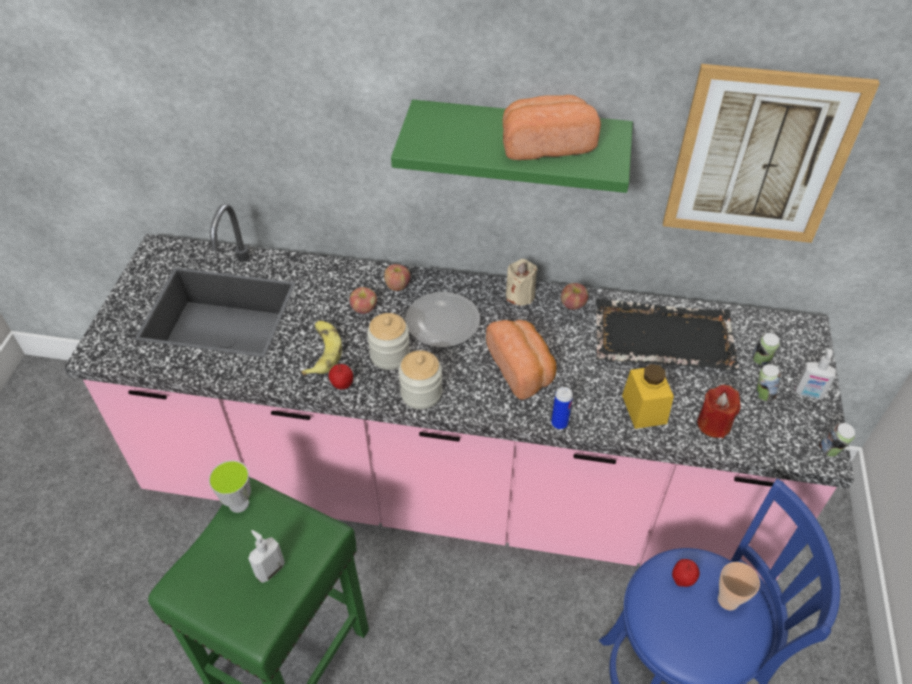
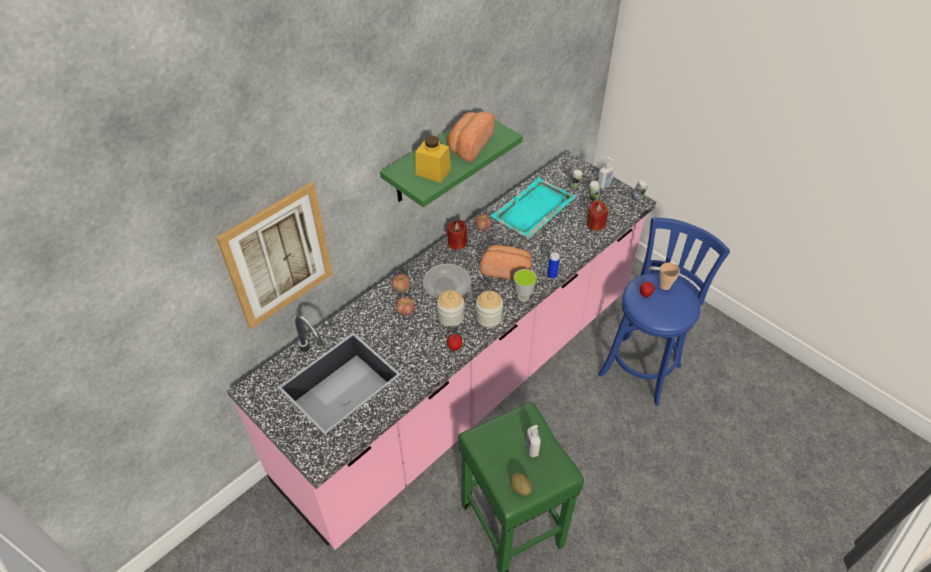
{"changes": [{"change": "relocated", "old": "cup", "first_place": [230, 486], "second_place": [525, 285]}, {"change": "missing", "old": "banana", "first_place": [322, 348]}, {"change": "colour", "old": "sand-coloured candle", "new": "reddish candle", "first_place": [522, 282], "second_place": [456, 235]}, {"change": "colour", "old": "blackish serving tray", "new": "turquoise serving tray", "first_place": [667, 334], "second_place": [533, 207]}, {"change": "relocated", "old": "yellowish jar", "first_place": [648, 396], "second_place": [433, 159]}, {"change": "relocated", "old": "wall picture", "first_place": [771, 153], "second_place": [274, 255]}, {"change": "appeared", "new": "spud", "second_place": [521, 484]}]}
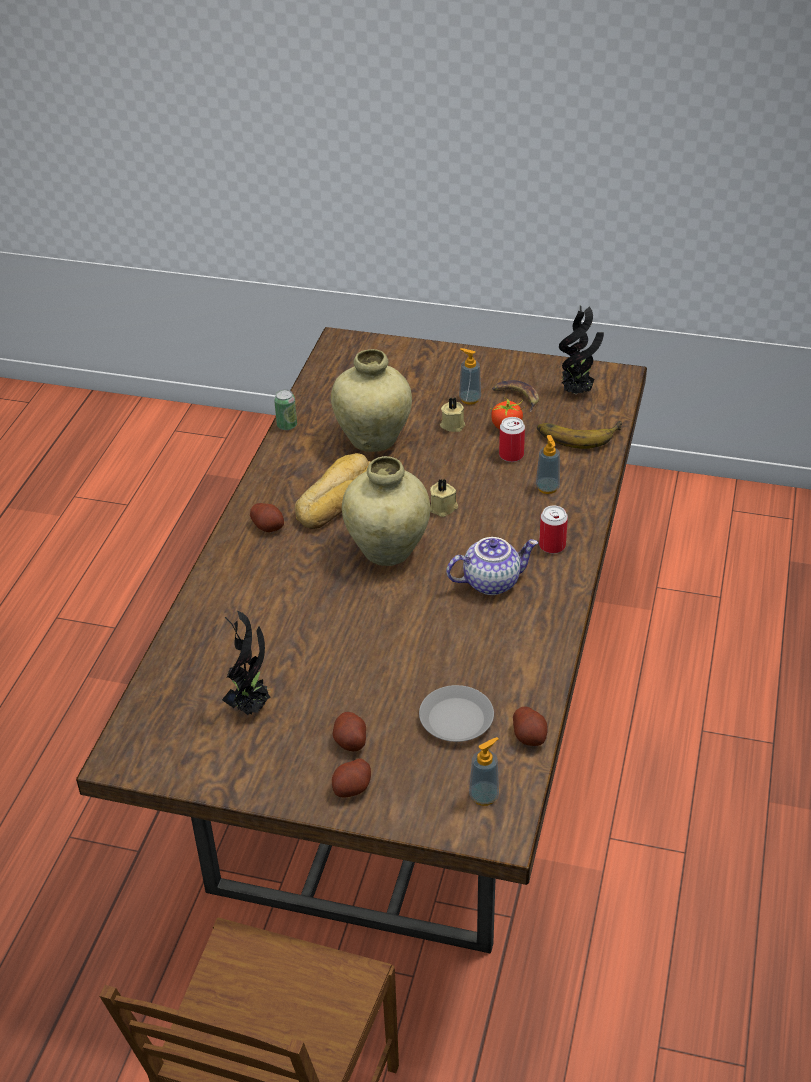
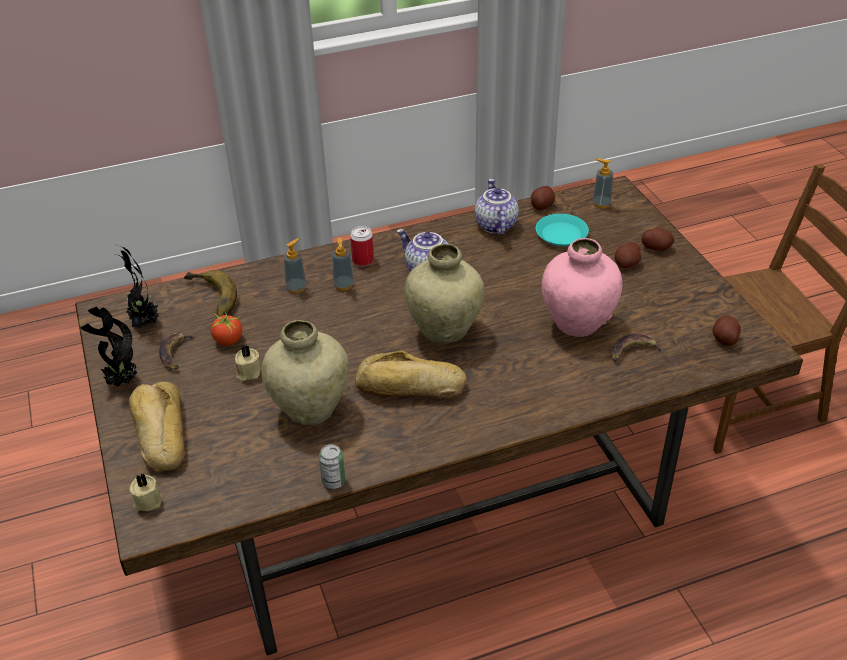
{"changes": [{"change": "relocated", "old": "potted plant", "first_place": [246, 663], "second_place": [109, 347]}, {"change": "relocated", "old": "spud", "first_place": [267, 517], "second_place": [727, 330]}, {"change": "colour", "old": "gray dinner plate", "new": "turquoise dinner plate", "first_place": [456, 713], "second_place": [562, 230]}, {"change": "relocated", "old": "sand-coloured candle", "first_place": [444, 498], "second_place": [146, 492]}, {"change": "relocated", "old": "soap dispenser", "first_place": [470, 376], "second_place": [343, 264]}, {"change": "missing", "old": "sealed can", "first_place": [512, 439]}, {"change": "appeared", "new": "bakery bread", "second_place": [157, 426]}, {"change": "appeared", "new": "tea pot", "second_place": [496, 207]}, {"change": "appeared", "new": "pink-coloured vase", "second_place": [582, 287]}, {"change": "appeared", "new": "banana", "second_place": [638, 347]}]}
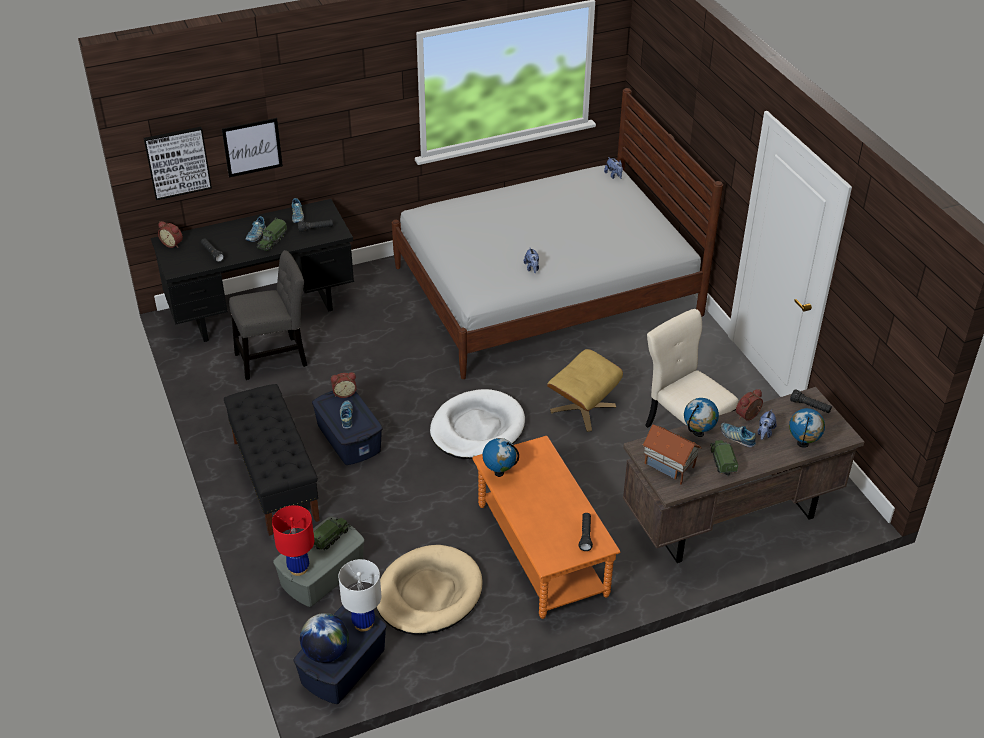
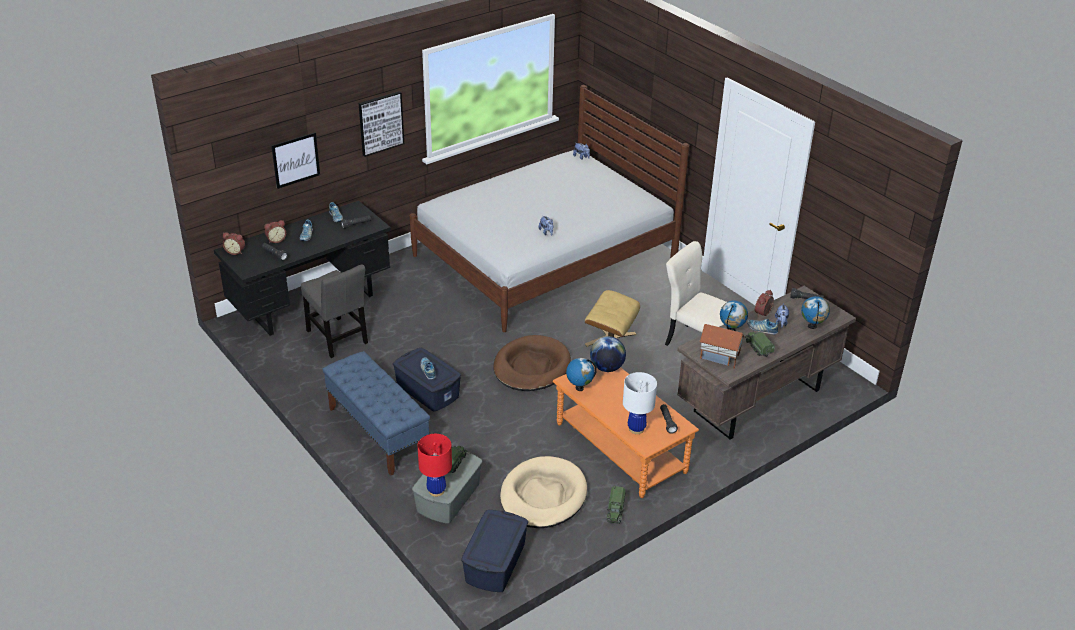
{"changes": [{"change": "relocated", "old": "wall picture", "first_place": [178, 163], "second_place": [381, 124]}, {"change": "colour", "old": "blackish bench", "new": "bluish bench", "first_place": [272, 460], "second_place": [376, 413]}, {"change": "spun", "old": "gray upright chair", "first_place": [268, 315], "second_place": [334, 311], "degrees": 90}, {"change": "relocated", "old": "toy lorry", "first_place": [272, 234], "second_place": [616, 504]}, {"change": "relocated", "old": "globe", "first_place": [324, 638], "second_place": [608, 354]}, {"change": "relocated", "old": "table clock", "first_place": [344, 385], "second_place": [275, 231]}, {"change": "relocated", "old": "white-coloured lamp for a table", "first_place": [359, 595], "second_place": [640, 403]}, {"change": "colour", "old": "white-coloured pet bed", "new": "brownish pet bed", "first_place": [477, 424], "second_place": [532, 363]}]}
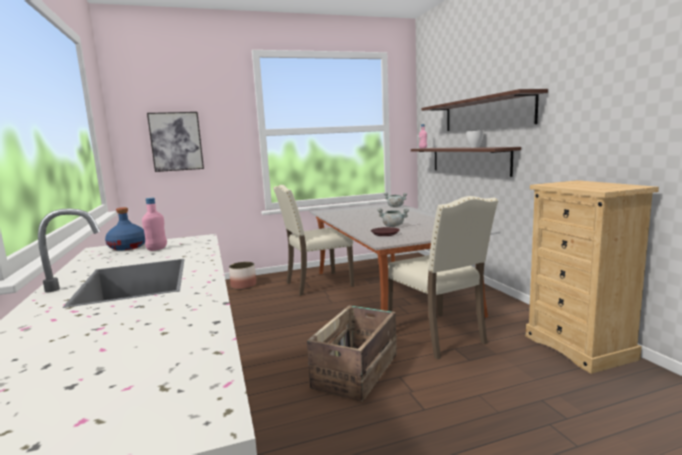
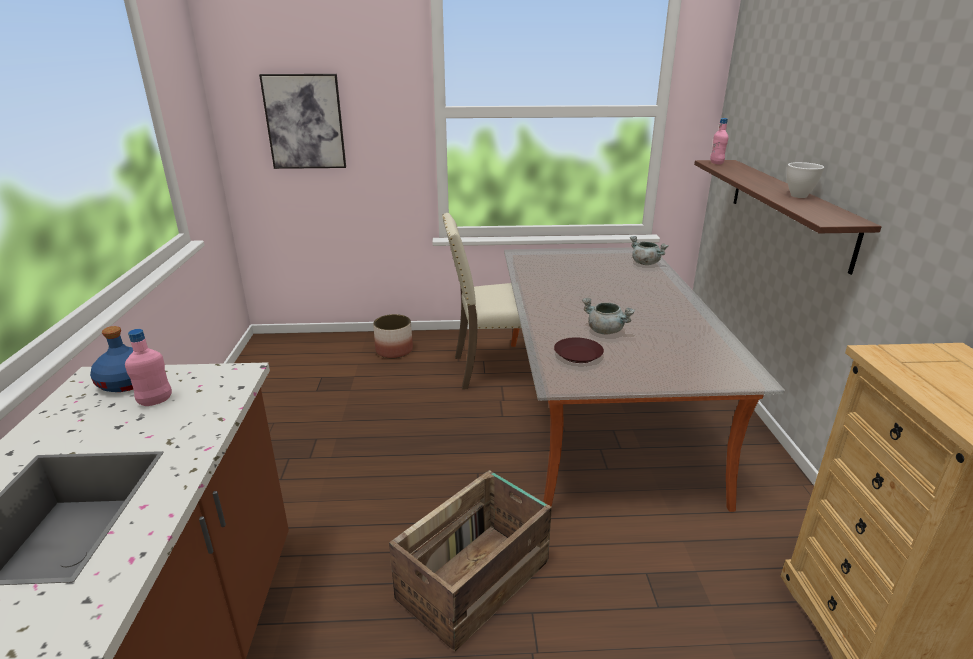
{"changes": [{"change": "missing", "old": "sand-coloured upright chair", "first_place": [443, 278]}, {"change": "missing", "old": "wall shelf", "first_place": [485, 110]}]}
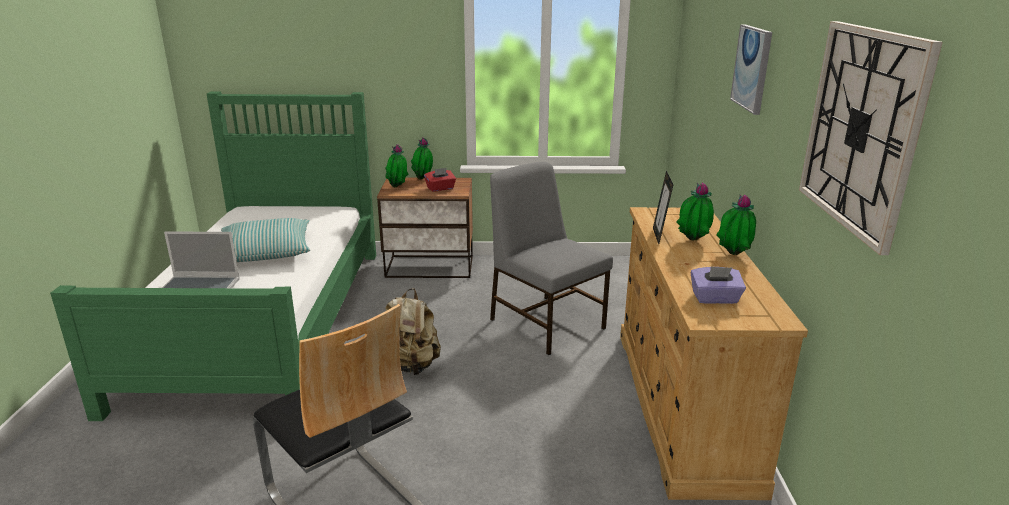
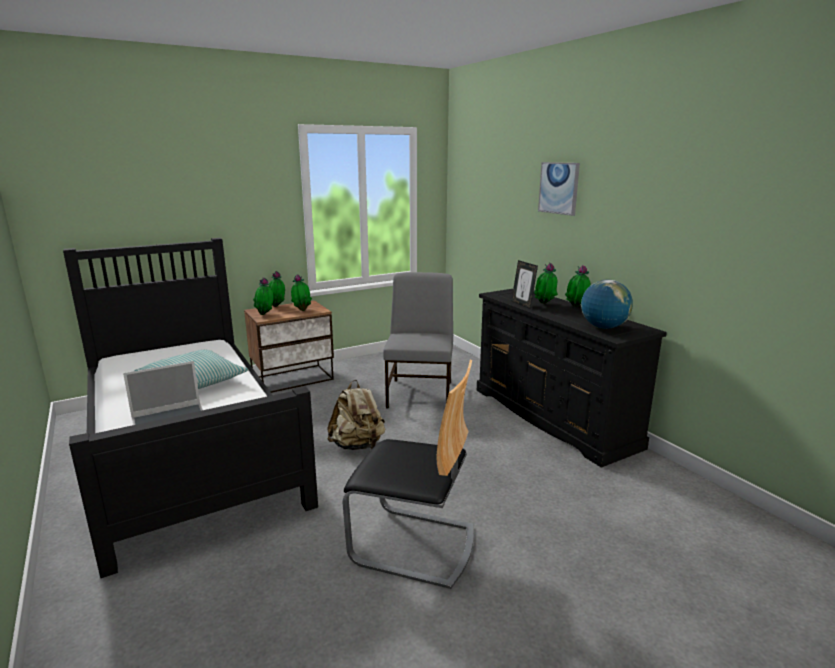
{"changes": [{"change": "colour", "old": "green bedroom bed", "new": "blackish bedroom bed", "first_place": [213, 256], "second_place": [190, 408]}, {"change": "exchanged", "old": "reddish tissue box", "new": "potted plant", "first_place": [440, 180], "second_place": [301, 292]}, {"change": "spun", "old": "gray upright chair", "first_place": [551, 258], "second_place": [418, 340], "degrees": 75}, {"change": "colour", "old": "sand-coloured dresser", "new": "blackish dresser", "first_place": [714, 353], "second_place": [572, 378]}, {"change": "exchanged", "old": "purple tissue box", "new": "globe", "first_place": [718, 285], "second_place": [607, 304]}, {"change": "missing", "old": "hanging clock", "first_place": [871, 138]}]}
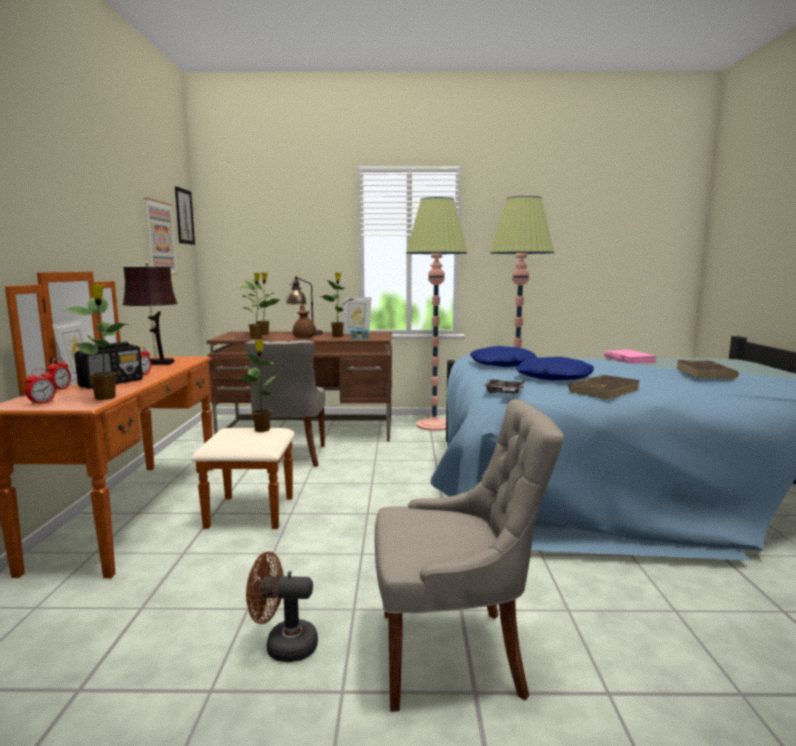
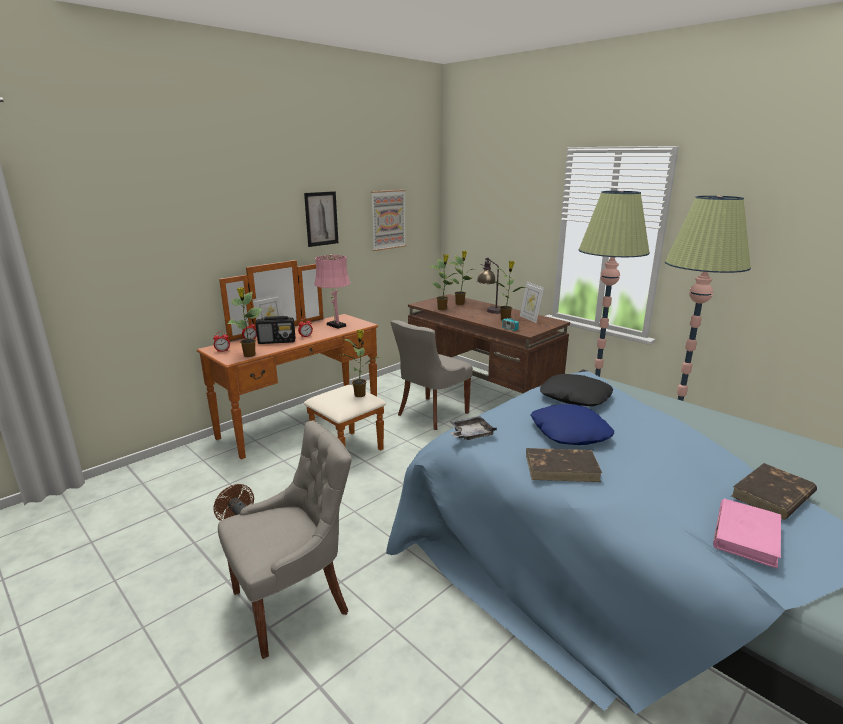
{"changes": [{"change": "colour", "old": "brownish lamp for a table", "new": "pink-coloured lamp for a table", "first_place": [150, 313], "second_place": [332, 291]}, {"change": "relocated", "old": "wall picture", "first_place": [185, 215], "second_place": [321, 219]}, {"change": "missing", "old": "brownish tea pot", "first_place": [304, 321]}, {"change": "spun", "old": "gray upright chair", "first_place": [469, 555], "second_place": [285, 539], "degrees": -75}, {"change": "colour", "old": "bluish pillow", "new": "blackish pillow", "first_place": [503, 356], "second_place": [576, 390]}, {"change": "relocated", "old": "pink-coloured volume", "first_place": [630, 357], "second_place": [747, 533]}]}
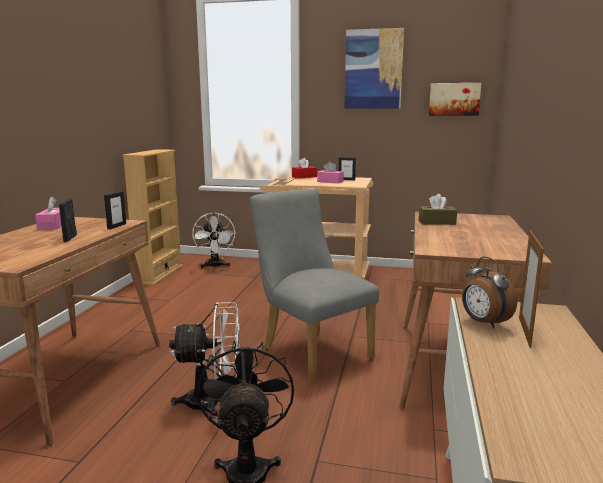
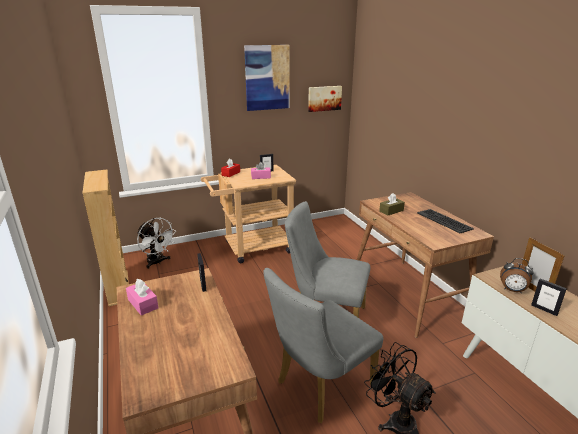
{"changes": [{"change": "relocated", "old": "picture frame", "first_place": [68, 220], "second_place": [549, 297]}, {"change": "exchanged", "old": "white-coloured fan", "new": "gray upright chair", "first_place": [204, 360], "second_place": [323, 345]}, {"change": "appeared", "new": "computer keyboard", "second_place": [445, 221]}]}
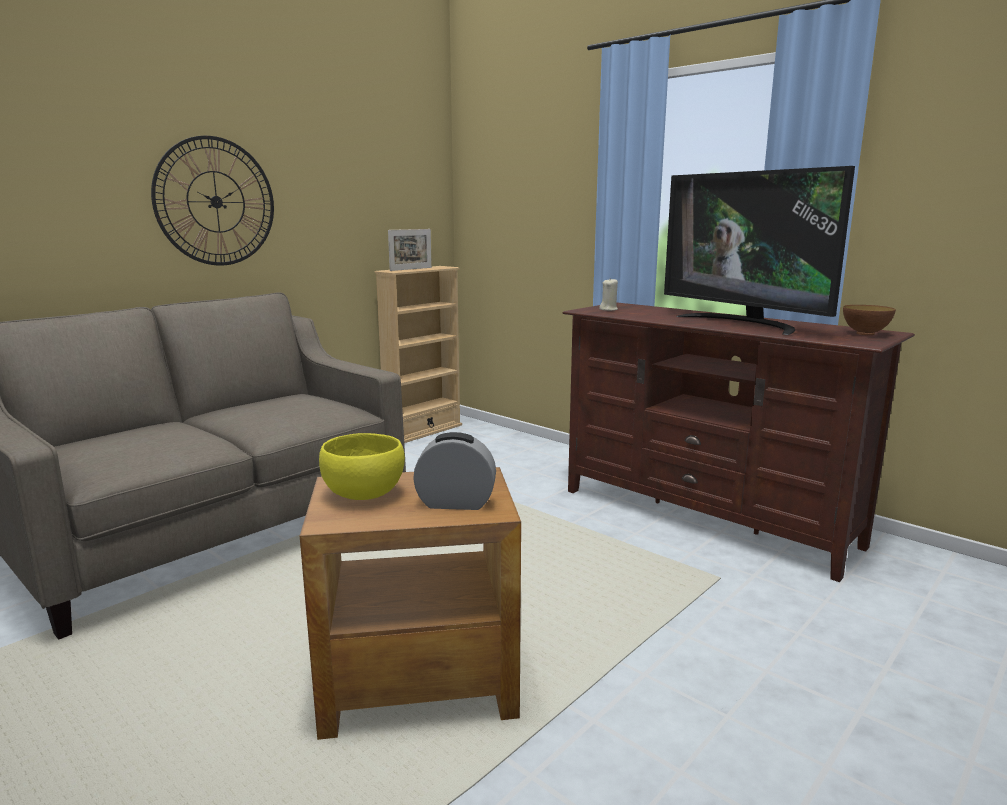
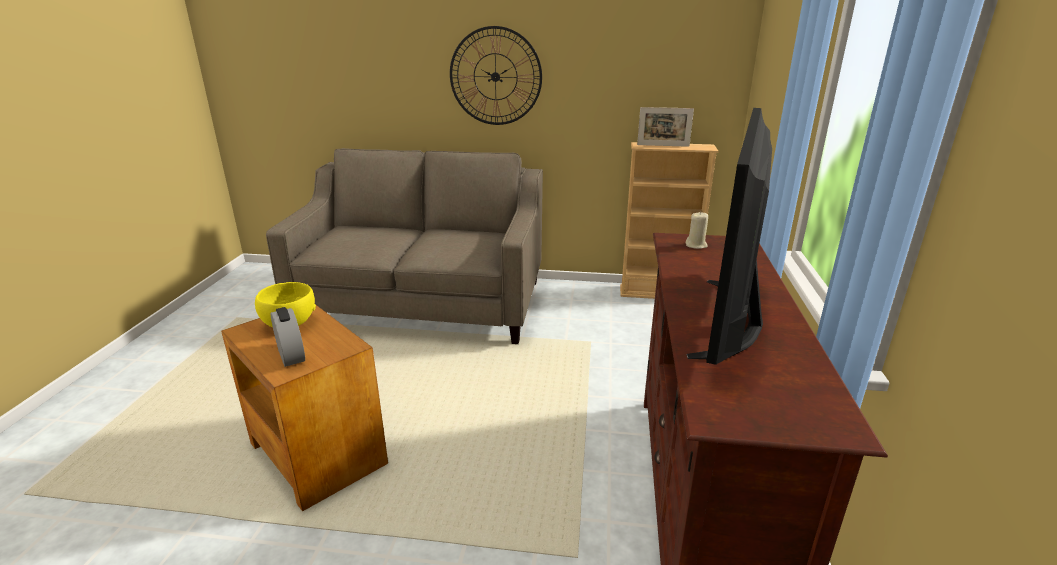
{"changes": [{"change": "missing", "old": "deep dish", "first_place": [869, 320]}]}
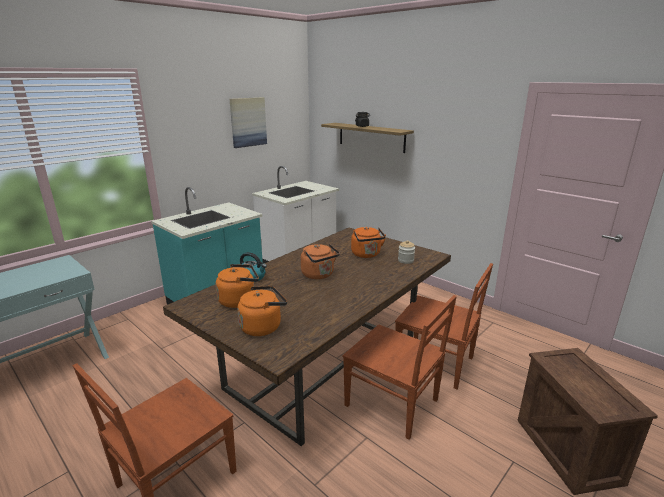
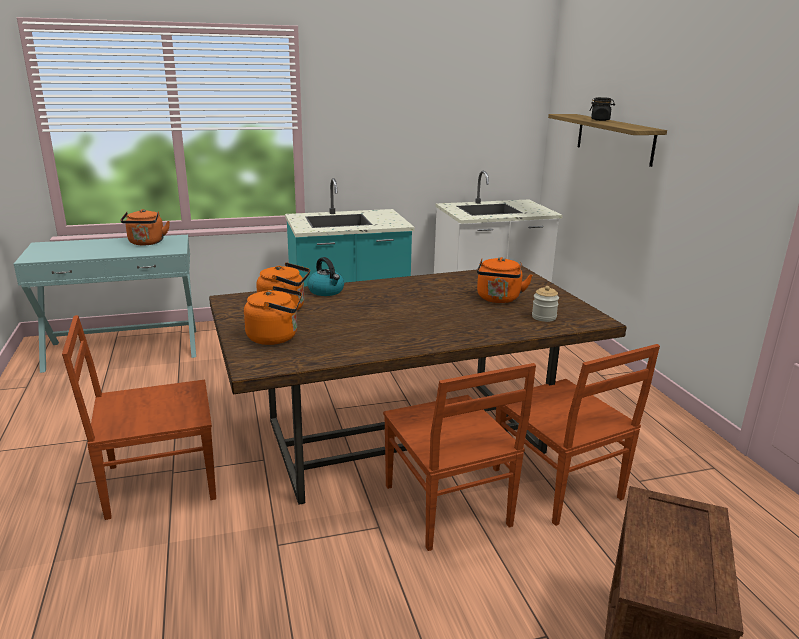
{"changes": [{"change": "missing", "old": "wall picture", "first_place": [248, 122]}, {"change": "relocated", "old": "orange tea kettle", "first_place": [320, 261], "second_place": [145, 227]}]}
